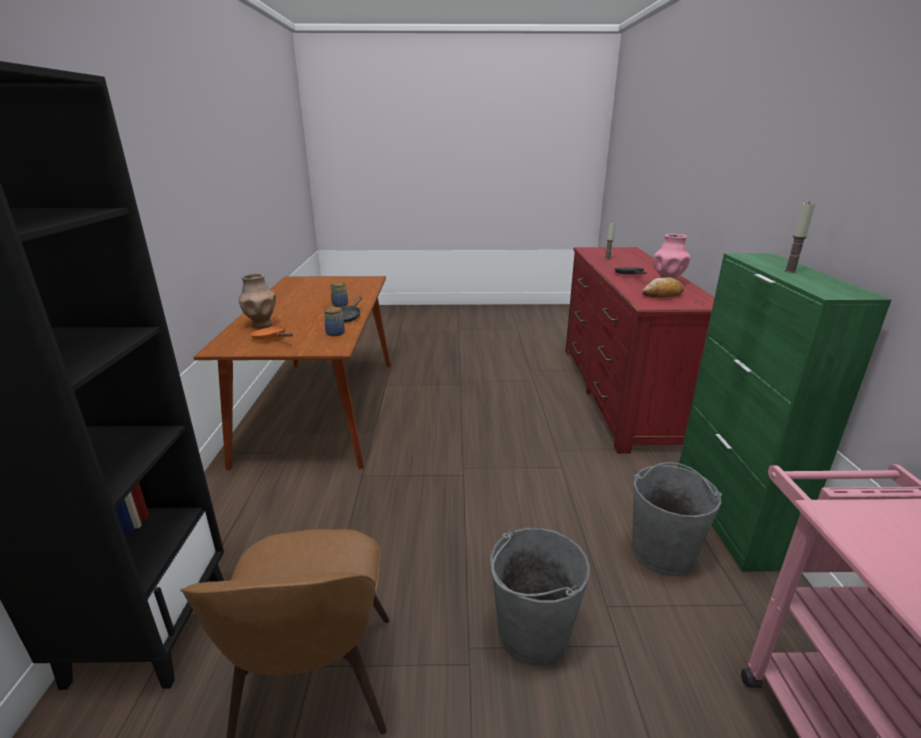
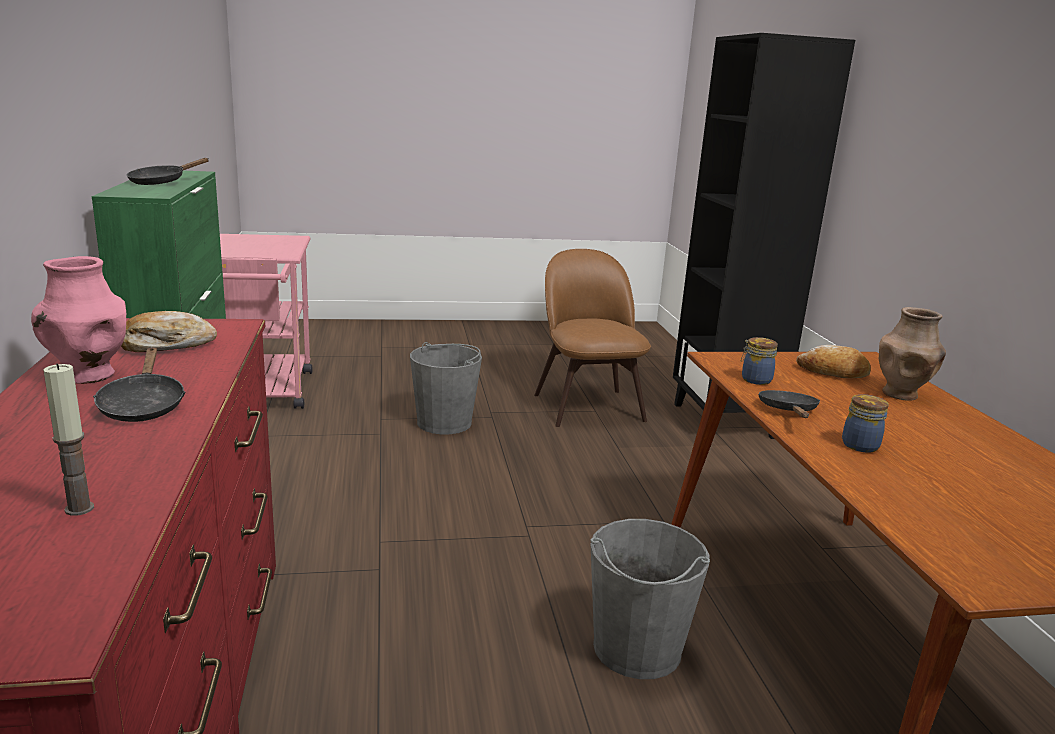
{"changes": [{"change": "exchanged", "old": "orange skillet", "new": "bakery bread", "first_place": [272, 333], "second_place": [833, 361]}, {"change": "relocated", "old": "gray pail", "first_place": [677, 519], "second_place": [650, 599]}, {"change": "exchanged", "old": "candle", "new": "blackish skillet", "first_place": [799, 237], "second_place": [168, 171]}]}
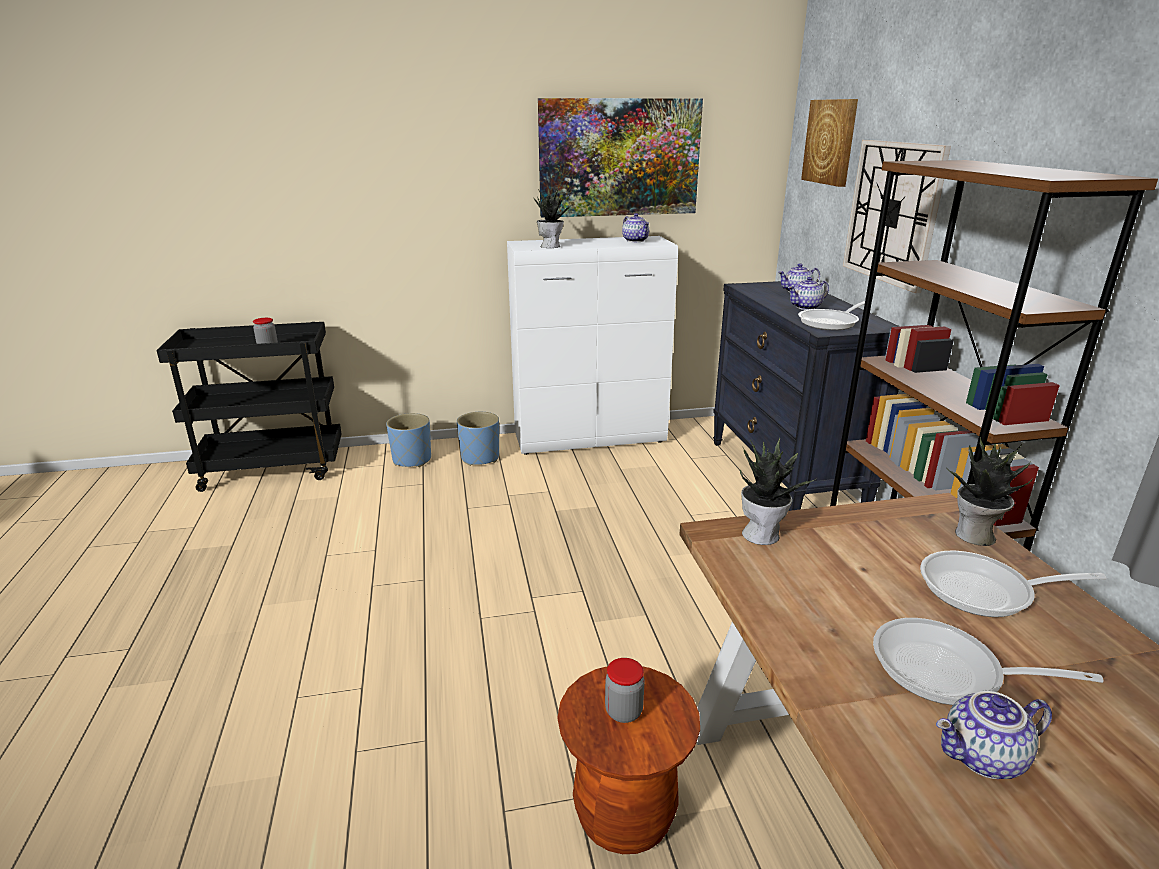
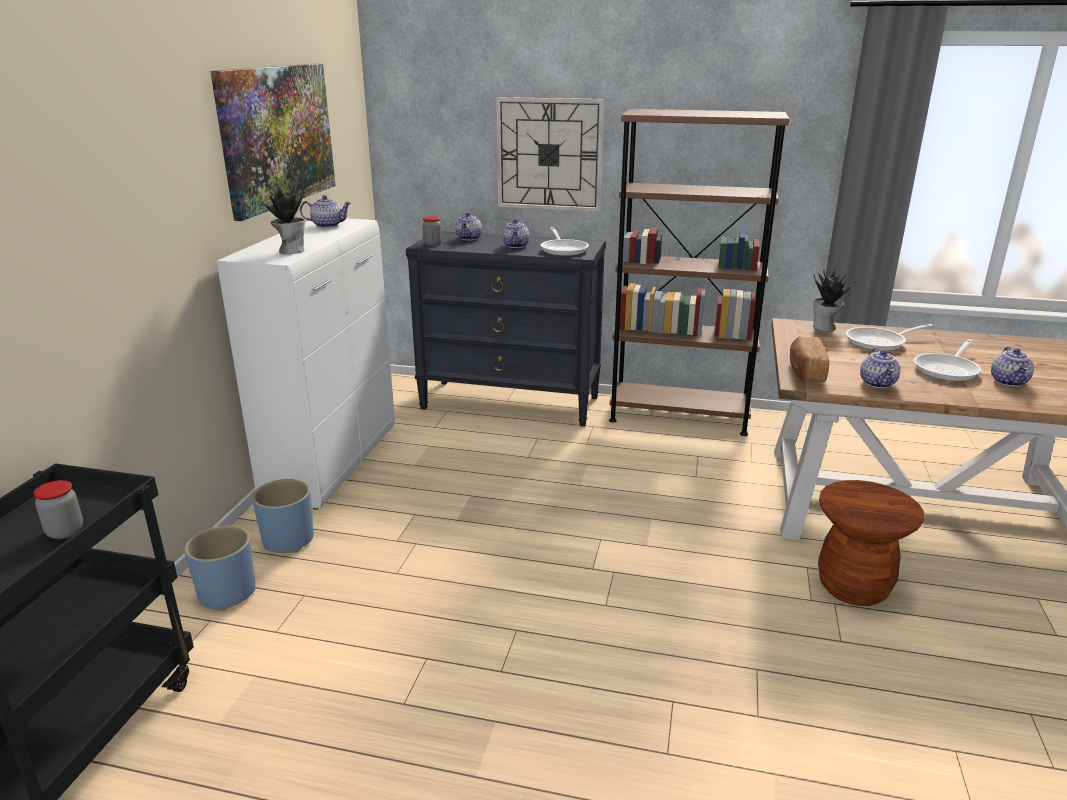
{"changes": [{"change": "relocated", "old": "jar", "first_place": [625, 690], "second_place": [432, 231]}, {"change": "exchanged", "old": "potted plant", "new": "bakery bread", "first_place": [778, 492], "second_place": [809, 359]}, {"change": "missing", "old": "wall picture", "first_place": [829, 143]}, {"change": "spun", "old": "skillet", "first_place": [1013, 584], "second_place": [889, 337], "degrees": 45}, {"change": "appeared", "new": "tea pot", "second_place": [880, 368]}]}
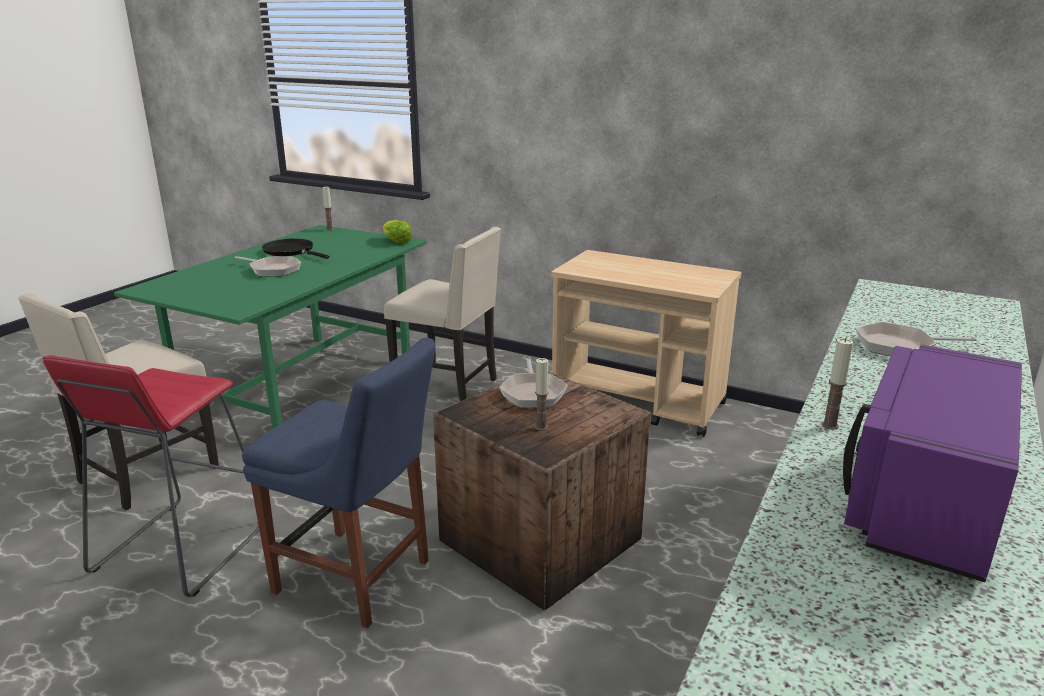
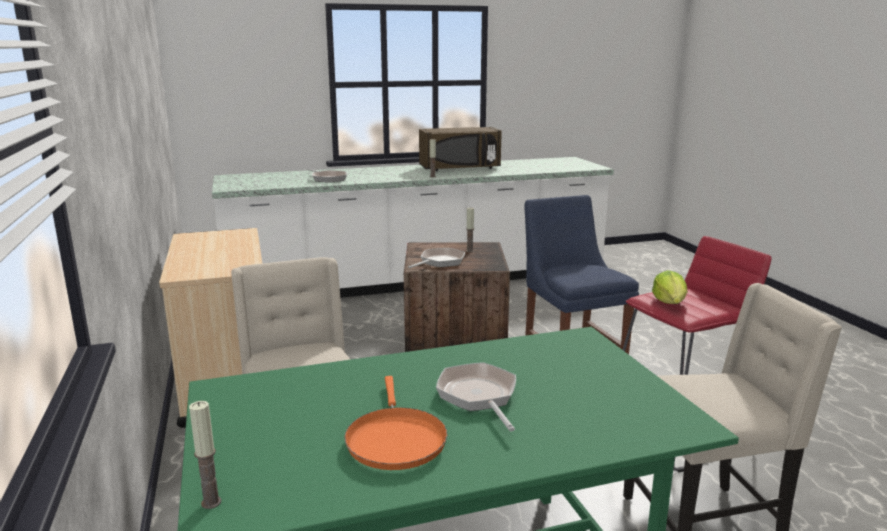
{"changes": [{"change": "colour", "old": "blackish skillet", "new": "orange skillet", "first_place": [296, 249], "second_place": [395, 423]}, {"change": "relocated", "old": "lettuce", "first_place": [397, 231], "second_place": [670, 287]}, {"change": "colour", "old": "purple kitchen microwave", "new": "brownish kitchen microwave", "first_place": [932, 463], "second_place": [460, 149]}]}
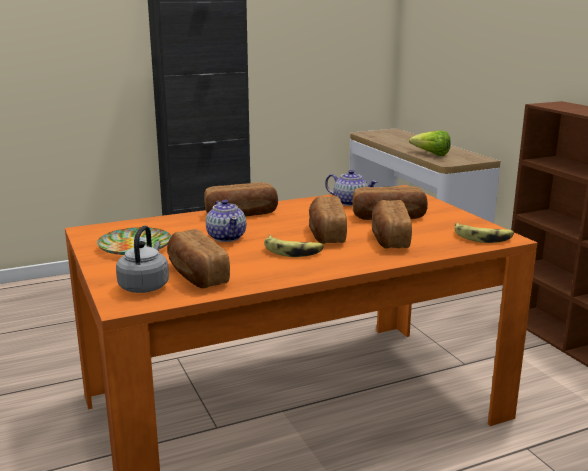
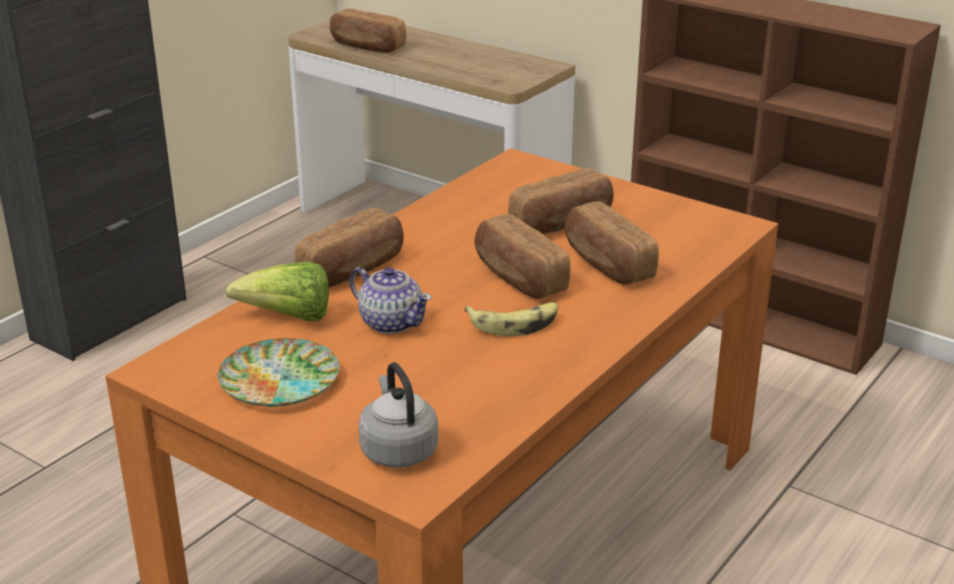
{"changes": [{"change": "relocated", "old": "bakery bread", "first_place": [198, 258], "second_place": [368, 30]}, {"change": "missing", "old": "tea pot", "first_place": [351, 188]}, {"change": "relocated", "old": "lettuce", "first_place": [430, 143], "second_place": [277, 291]}, {"change": "missing", "old": "banana", "first_place": [484, 233]}]}
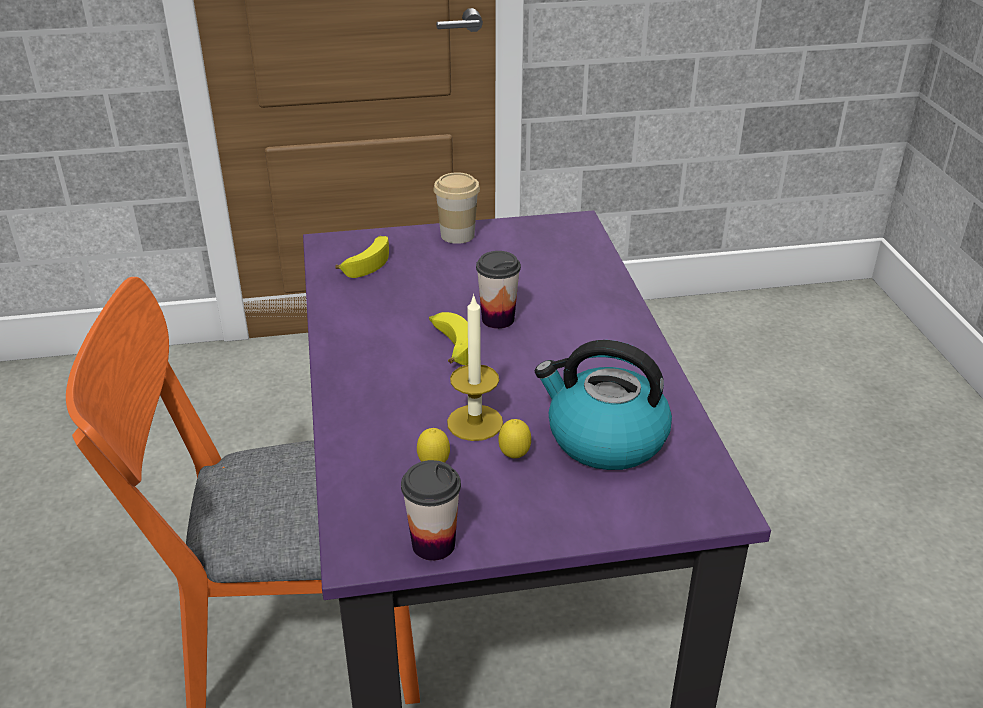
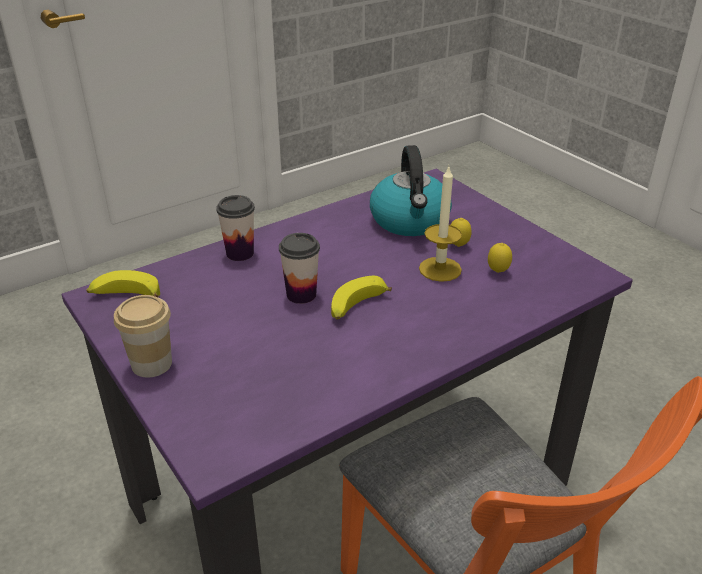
{"changes": [{"change": "relocated", "old": "banana", "first_place": [362, 257], "second_place": [123, 283]}, {"change": "relocated", "old": "cup", "first_place": [431, 510], "second_place": [235, 228]}]}
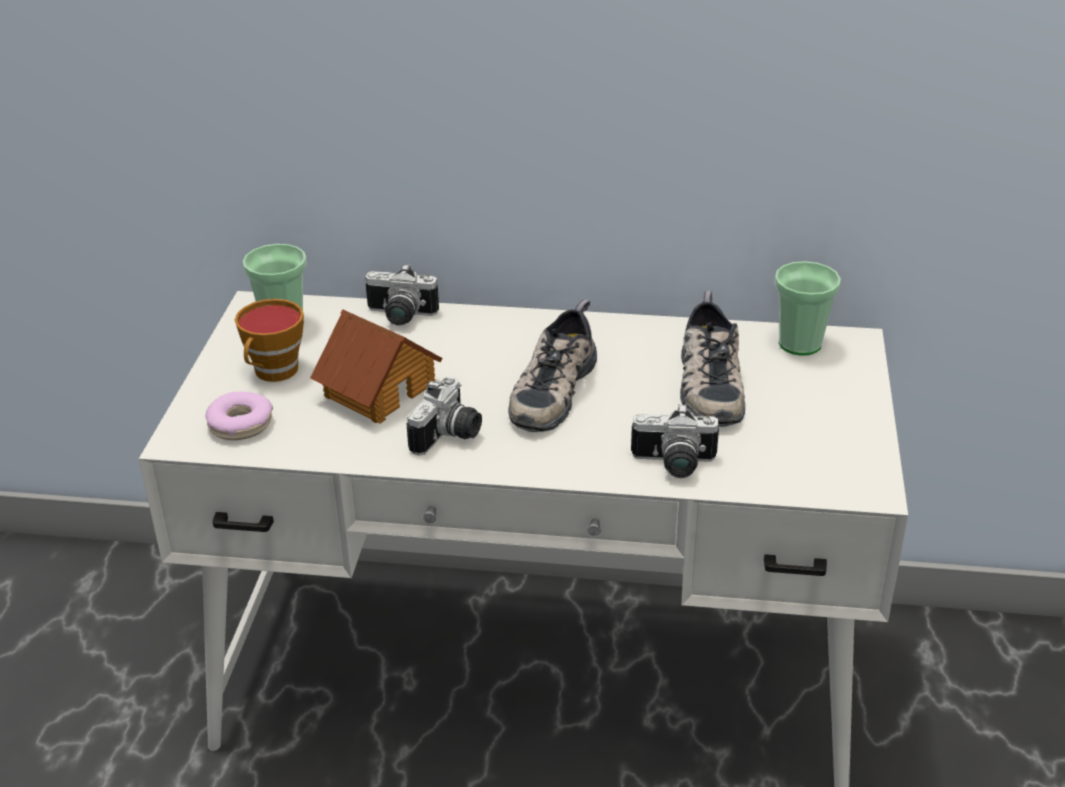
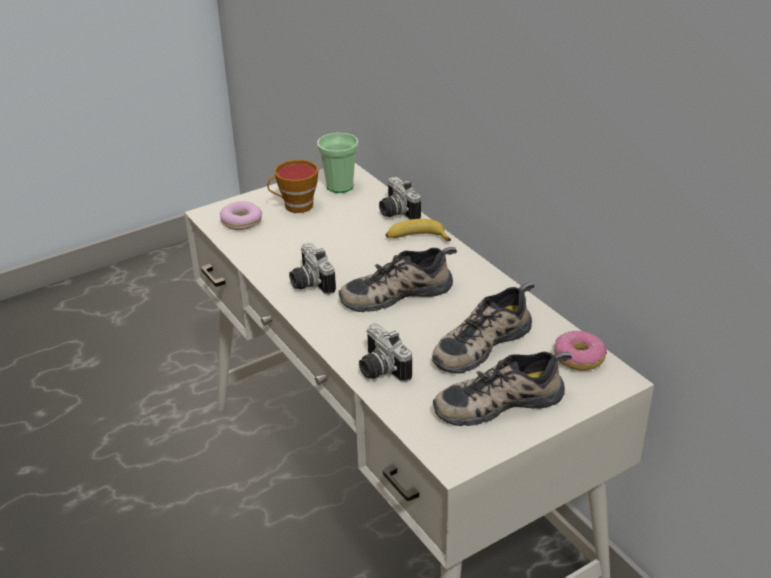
{"changes": [{"change": "missing", "old": "miniature house", "first_place": [376, 366]}, {"change": "spun", "old": "photo camera", "first_place": [444, 416], "second_place": [312, 269], "degrees": 75}, {"change": "exchanged", "old": "cup", "new": "donut", "first_place": [808, 308], "second_place": [580, 351]}, {"change": "appeared", "new": "banana", "second_place": [418, 230]}, {"change": "appeared", "new": "shoe", "second_place": [502, 389]}]}
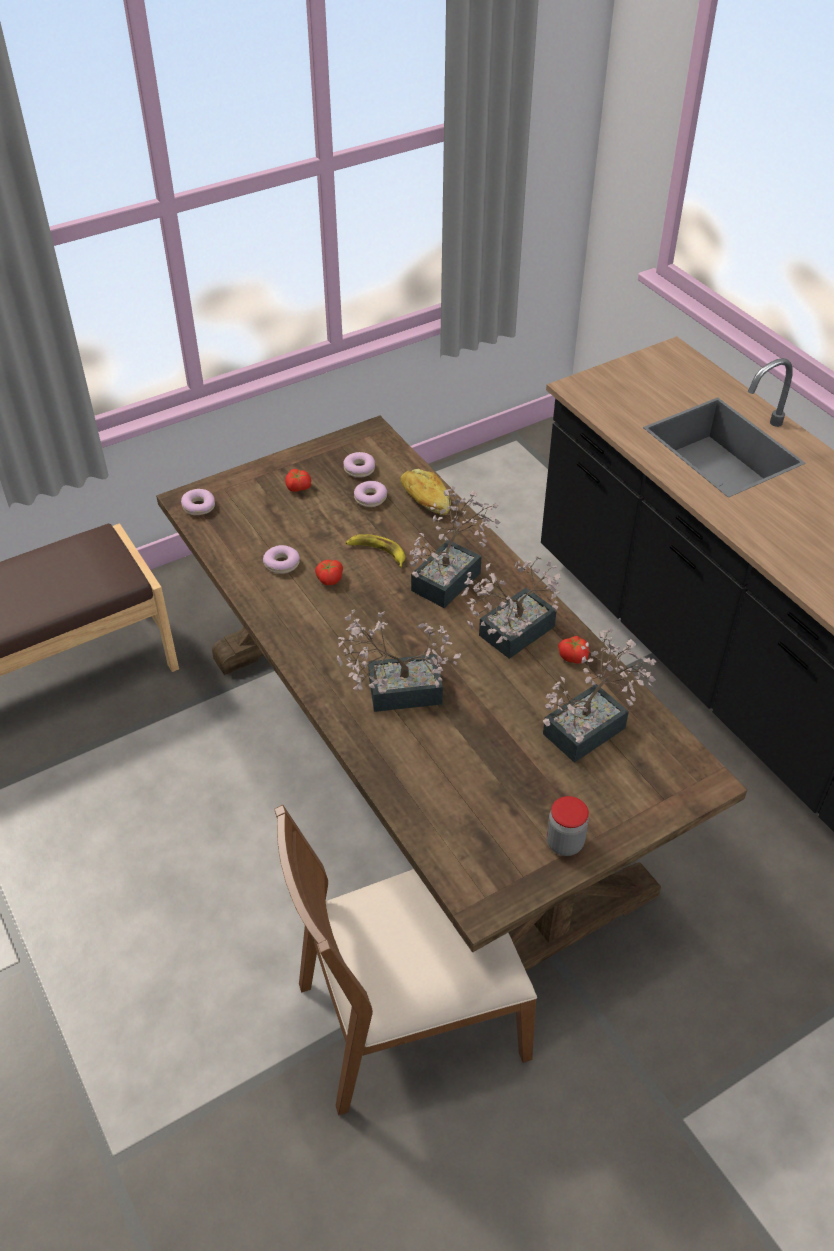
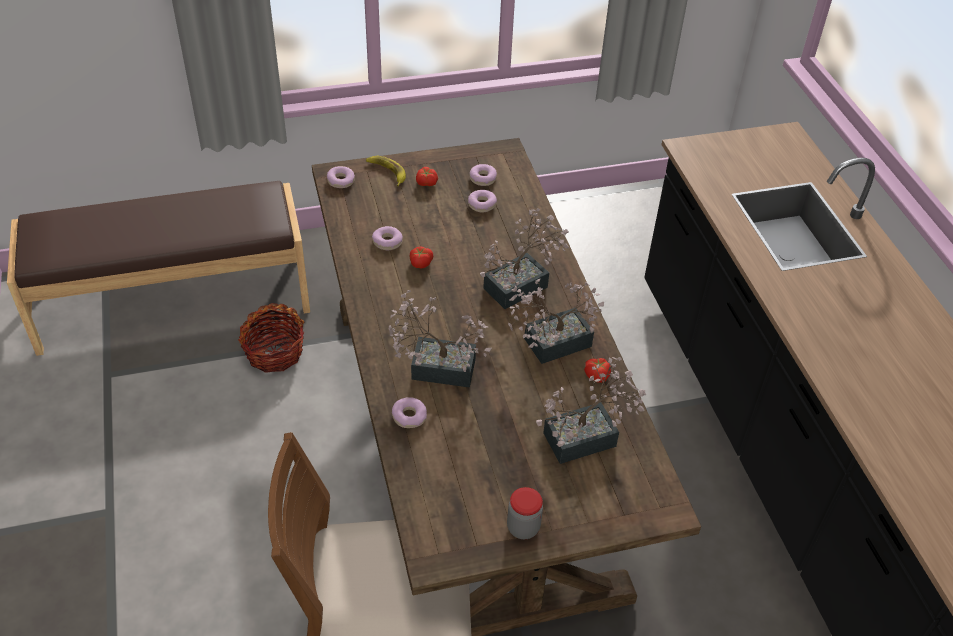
{"changes": [{"change": "relocated", "old": "banana", "first_place": [375, 551], "second_place": [386, 171]}, {"change": "missing", "old": "bakery bread", "first_place": [425, 492]}, {"change": "appeared", "new": "household basket", "second_place": [271, 338]}, {"change": "appeared", "new": "donut", "second_place": [409, 412]}]}
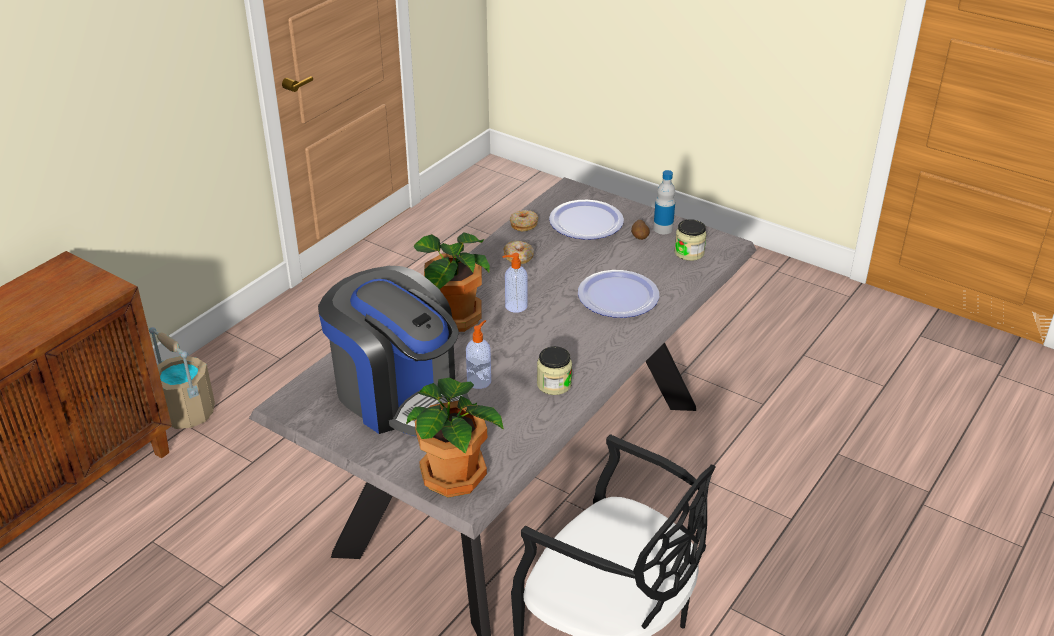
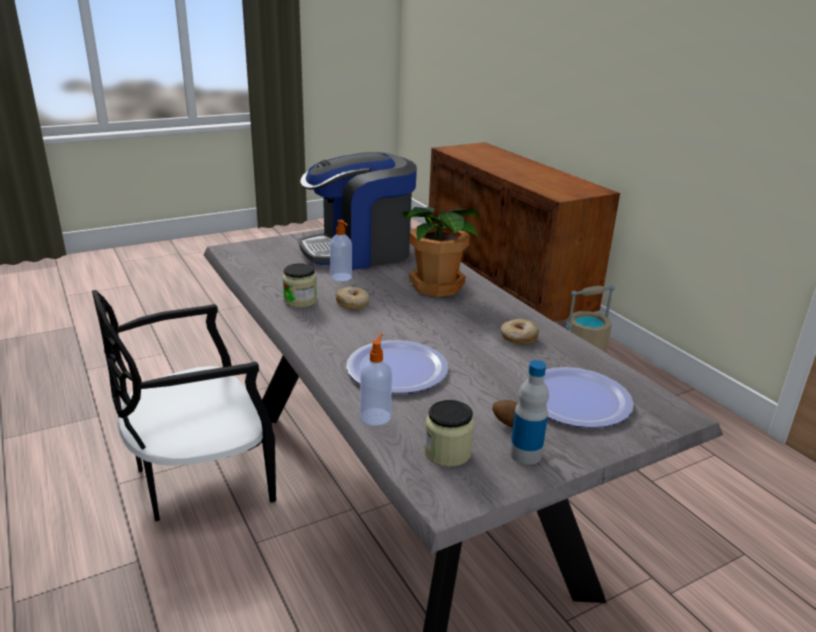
{"changes": [{"change": "missing", "old": "potted plant", "first_place": [455, 438]}, {"change": "relocated", "old": "soap dispenser", "first_place": [515, 283], "second_place": [376, 380]}, {"change": "relocated", "old": "donut", "first_place": [524, 221], "second_place": [352, 298]}]}
